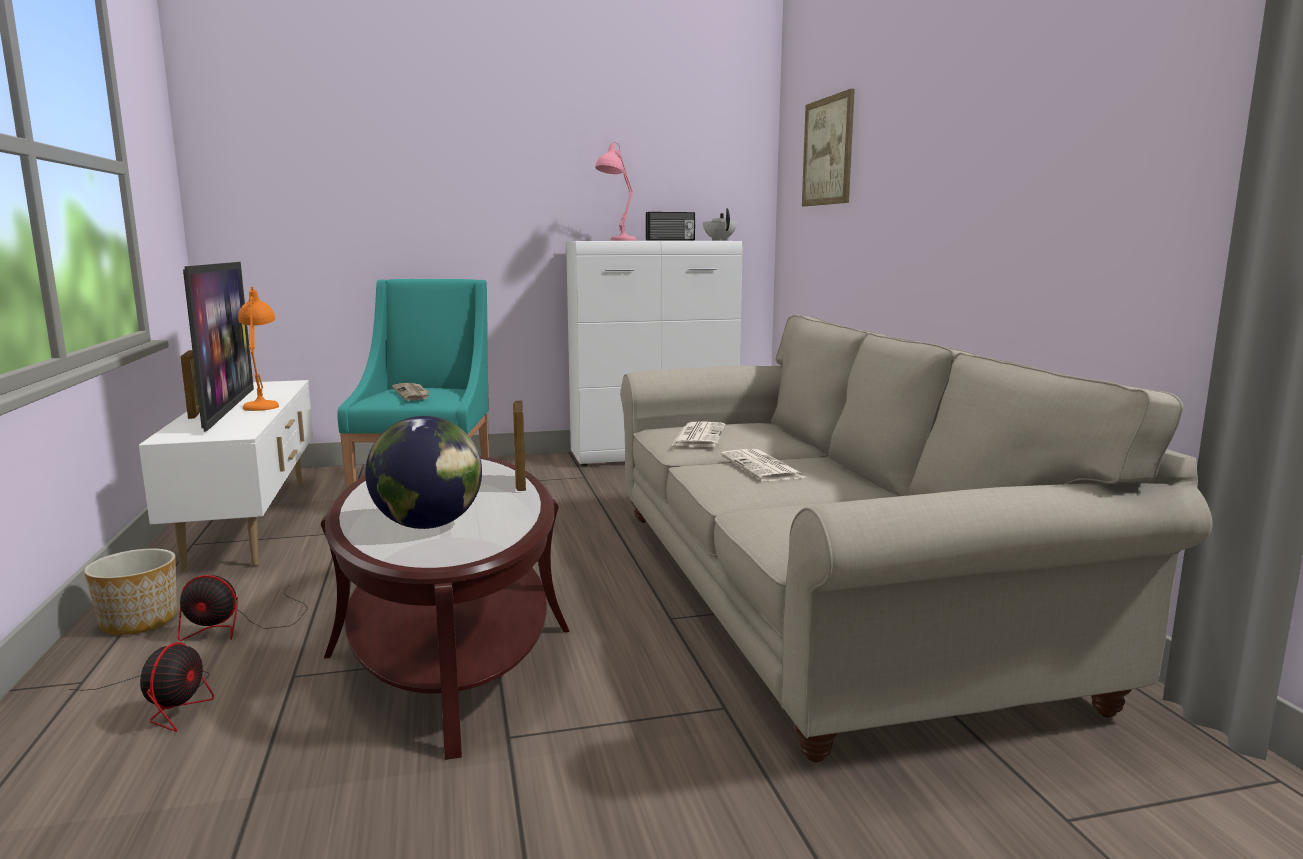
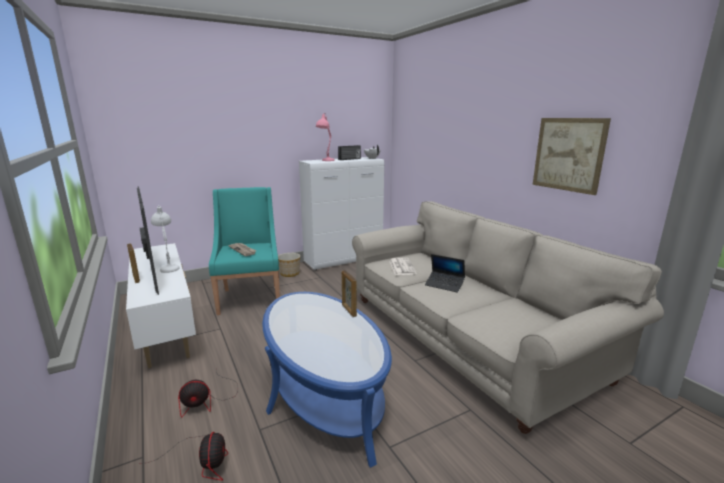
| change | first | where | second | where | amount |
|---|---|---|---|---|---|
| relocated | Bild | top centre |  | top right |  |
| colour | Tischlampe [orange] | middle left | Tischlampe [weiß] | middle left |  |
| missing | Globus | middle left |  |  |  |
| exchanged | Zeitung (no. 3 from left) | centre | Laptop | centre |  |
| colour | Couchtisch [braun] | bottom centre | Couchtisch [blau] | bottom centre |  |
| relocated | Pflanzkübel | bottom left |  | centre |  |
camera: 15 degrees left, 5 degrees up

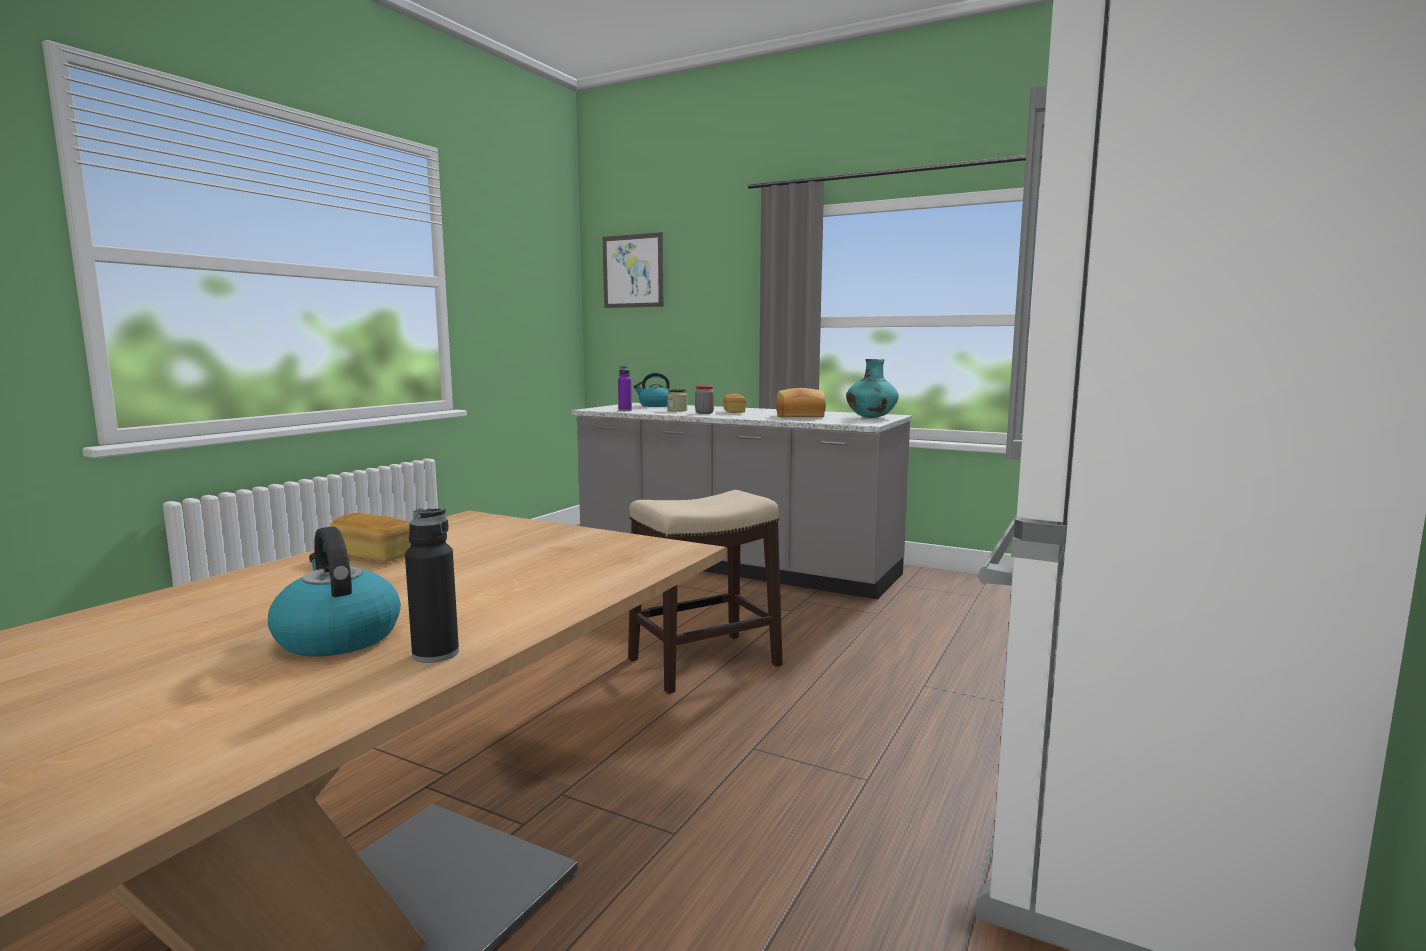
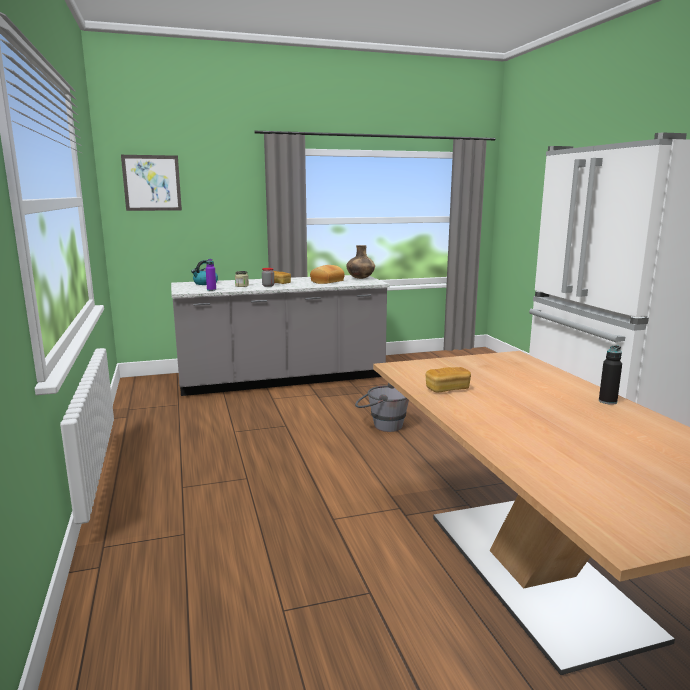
| change | first | where | second | where | amount |
|---|---|---|---|---|---|
| colour | Vase [türkis] | centre | Vase [braun] | centre |  |
| exchanged | Hocker | centre | Eimer [grau] | centre |  |
| missing | Wasserkessel (no. 1 from left) | middle left |  |  |  |
camera: 45 degrees left, 5 degrees up

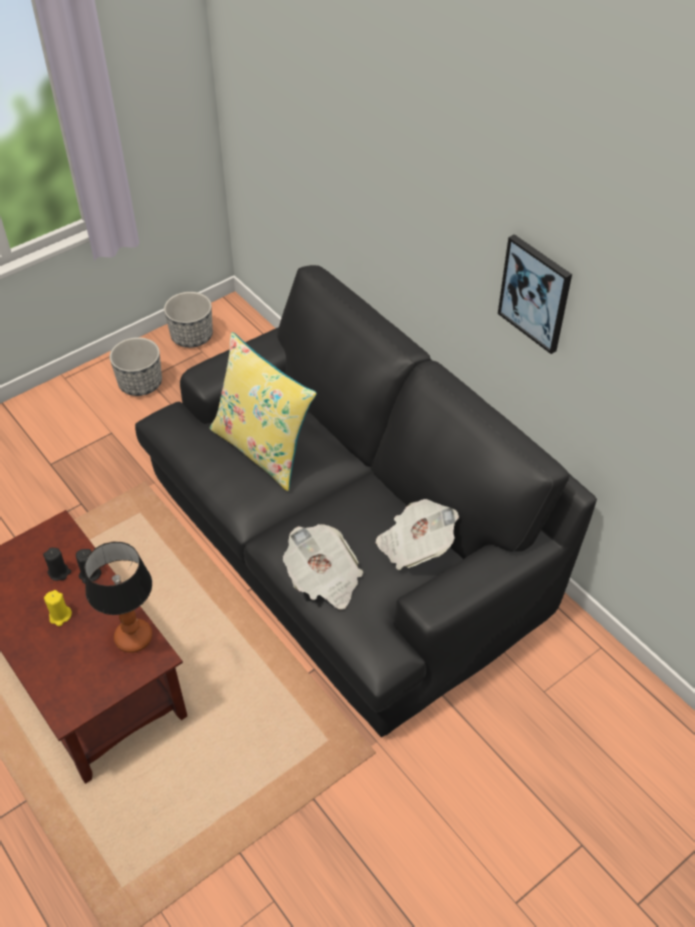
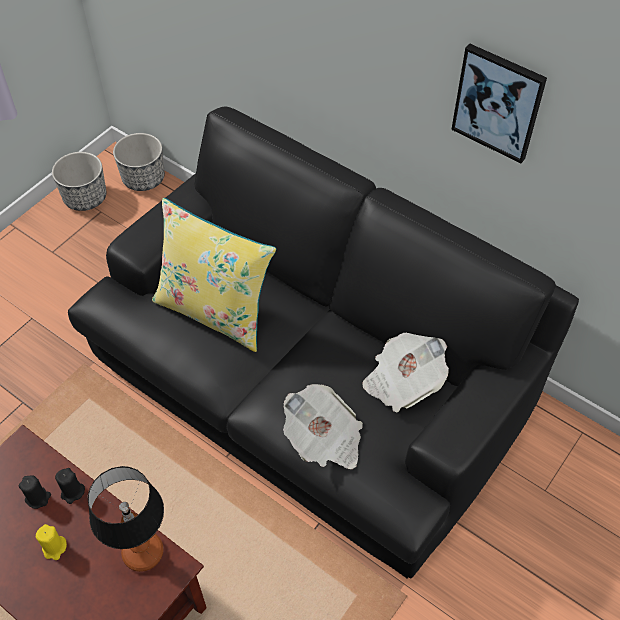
| change | first | where | second | where | amount |
|---|---|---|---|---|---|
| relocated | Pflanzkübel (no. 1 from left in the first image) | middle left | Pflanzkübel (no. 2 from left) | top left |  |
camera: 15 degrees left, 5 degrees up

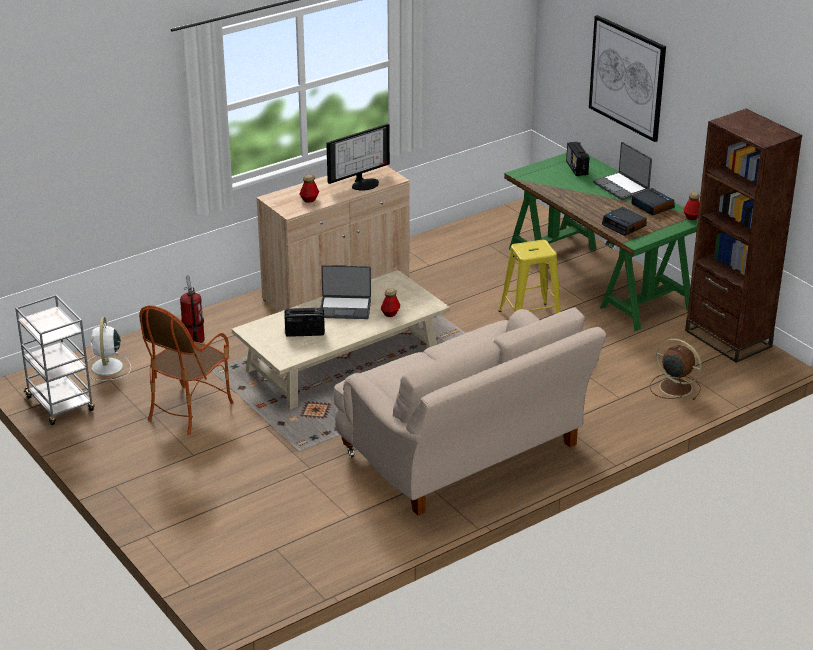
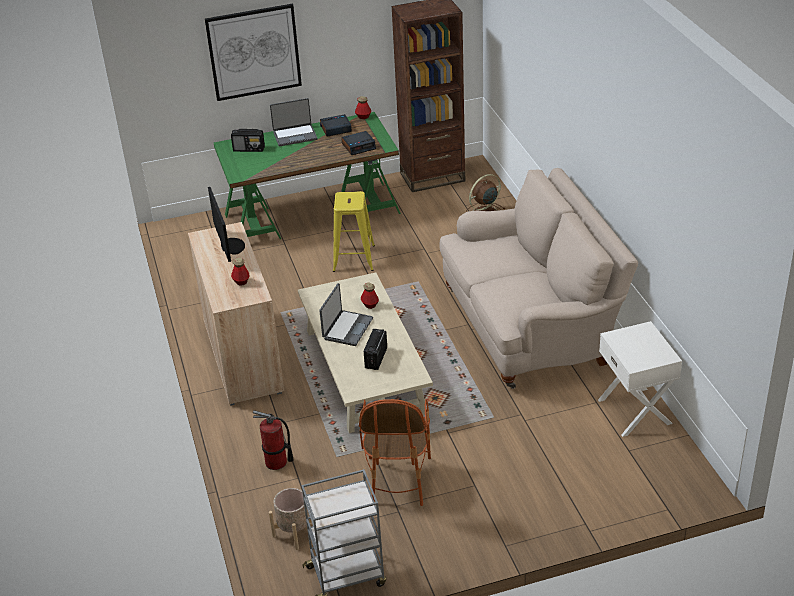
| change | first | where | second | where | amount |
|---|---|---|---|---|---|
| spun | Sessel | middle left |  | bottom centre | 45 degrees clockwise |
| exchanged | Ventilator [weiß] | middle left | Pflanzkübel [beige] | bottom centre |  |
| appeared |  |  | Nachttisch [weiß] | middle right |  |
camera: 70 degrees left, 5 degrees up

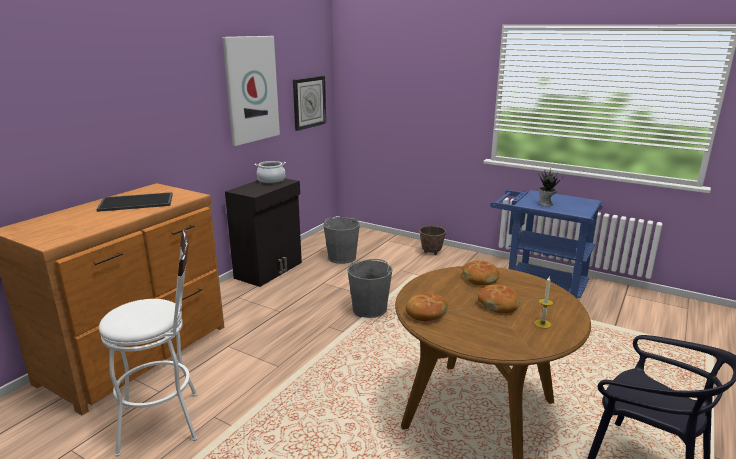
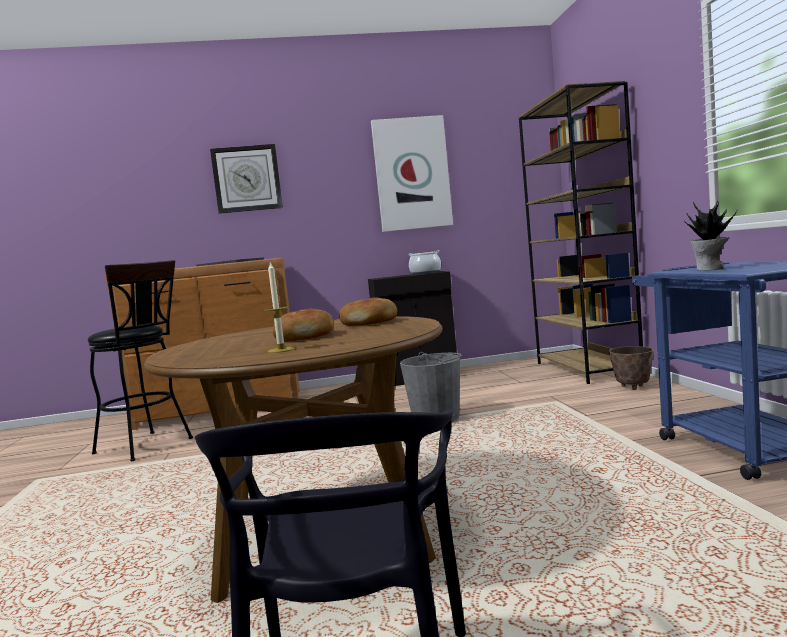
| change | first | where | second | where | amount |
|---|---|---|---|---|---|
| relocated | Wanduhr | top centre |  | top left |  |
| missing | Eimer [grau] (no. 1 from left) | centre |  |  |  |
| colour | Hocker [weiß] | bottom left | Hocker [schwarz] | middle left |  |
| missing | Brot (no. 1 from left) | bottom centre |  |  |  |
| appeared |  |  | Bücherregal [braun] | middle right |  |
camera: 50 degrees right, 15 degrees down

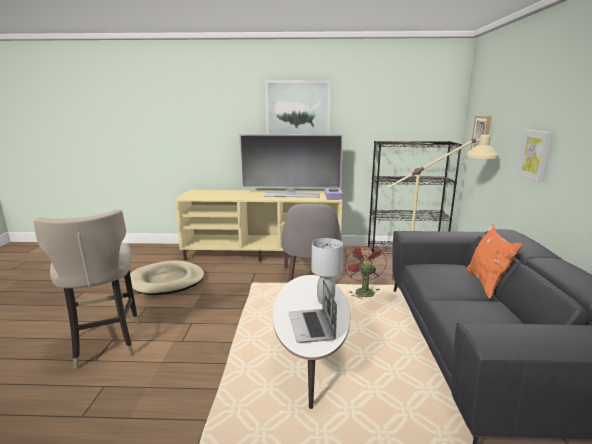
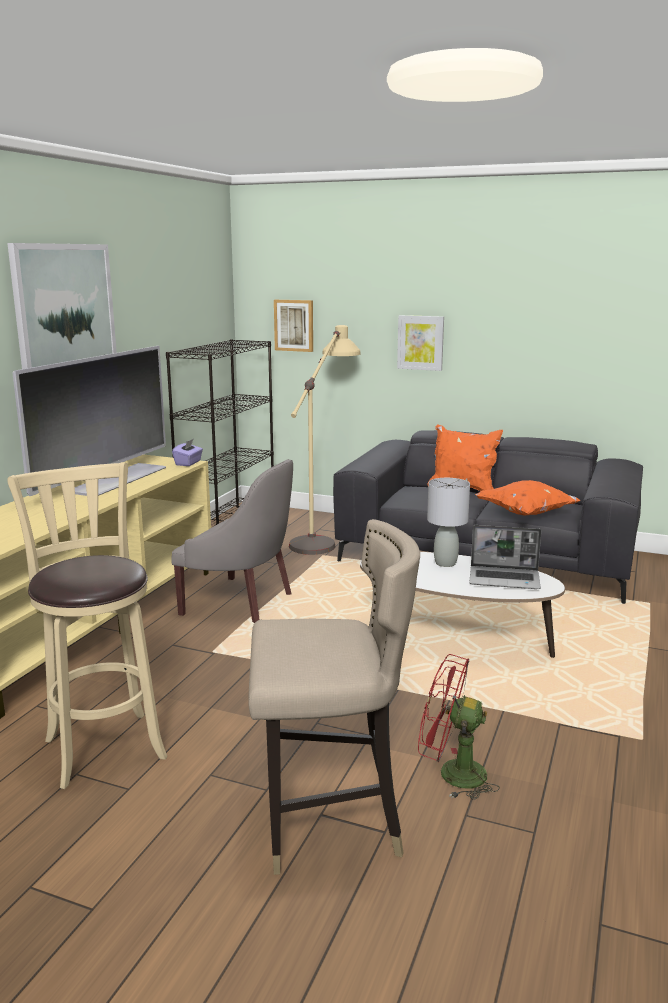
| change | first | where | second | where | amount |
|---|---|---|---|---|---|
| relocated | Ventilator [rot] | centre |  | bottom right |  |
| exchanged | Hundebett [beige] | middle left | Hocker [beige] (no. 1 from left) | middle left |  |
| appeared |  |  | Kissen [orange] (no. 2 from left) | middle right |  |
camera: 70 degrees left, 0 degrees up

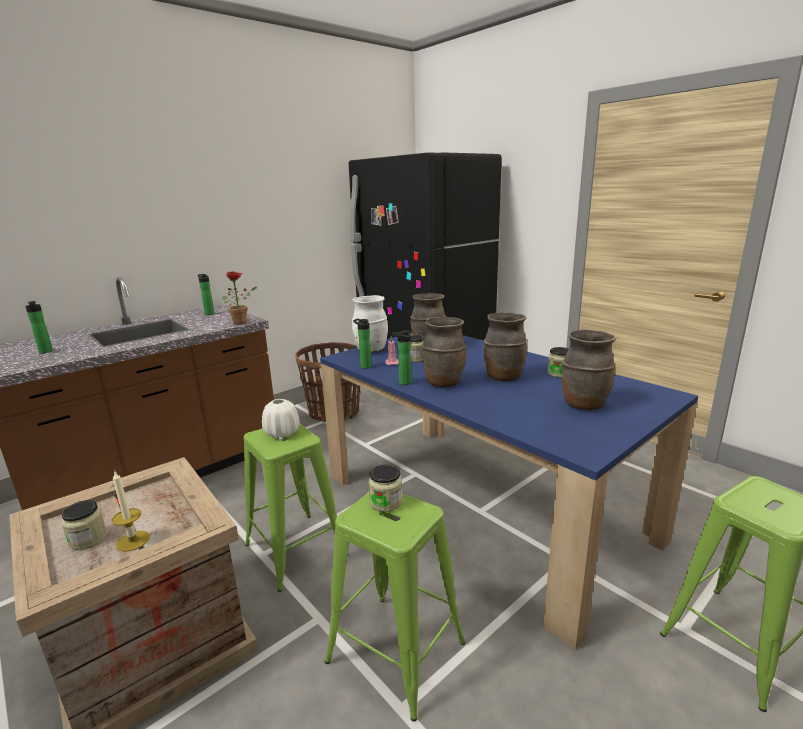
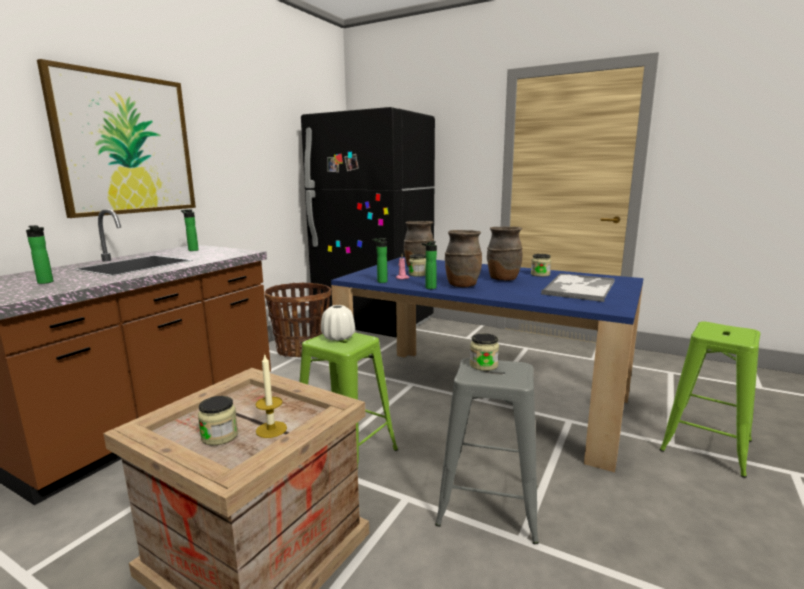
| change | first | where | second | where | amount |
|---|---|---|---|---|---|
| missing | Topfpflanze | middle left |  |  |  |
| missing | Vase [weiß] (no. 2 from left) | centre |  |  |  |
| exchanged | Vase [braun] (no. 4 from left) | middle right | Tablett | middle right |  |
| colour | Hocker [grün] (no. 2 from left) | bottom centre | Hocker [grau] | bottom centre |  |
| appeared |  |  | Bild | top left |  |
camera: 20 degrees left, 5 degrees down

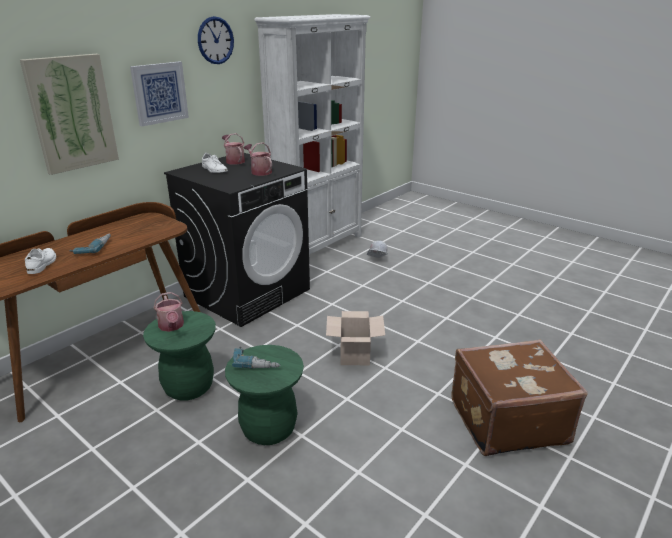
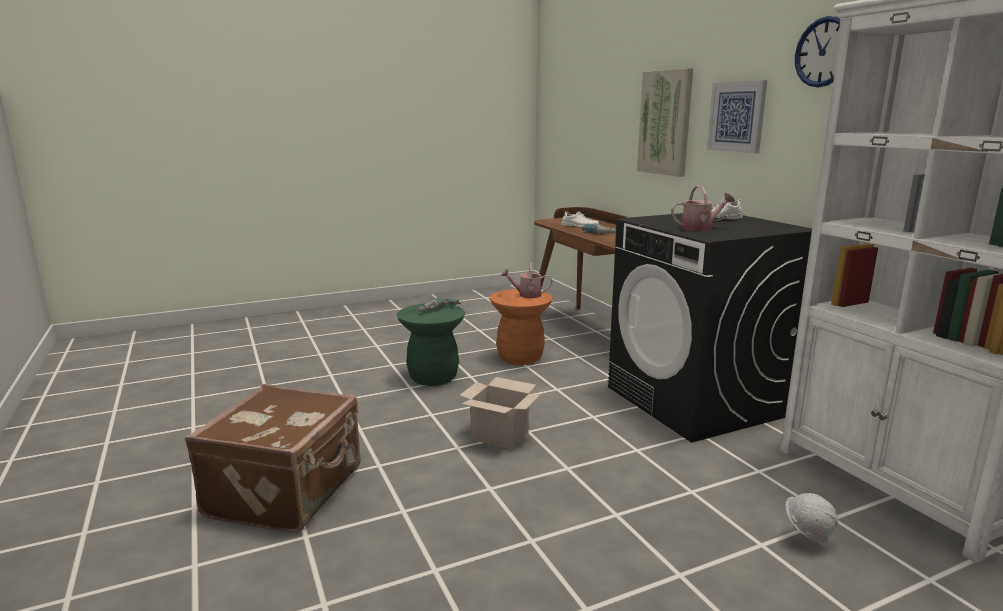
| change | first | where | second | where | amount |
|---|---|---|---|---|---|
| missing | Gießkanne (no. 2 from left) | top centre |  |  |  |
| colour | Hocker [grün] (no. 1 from left) | middle left | Hocker [orange] | centre |  |
camera: 115 degrees right, 10 degrees down

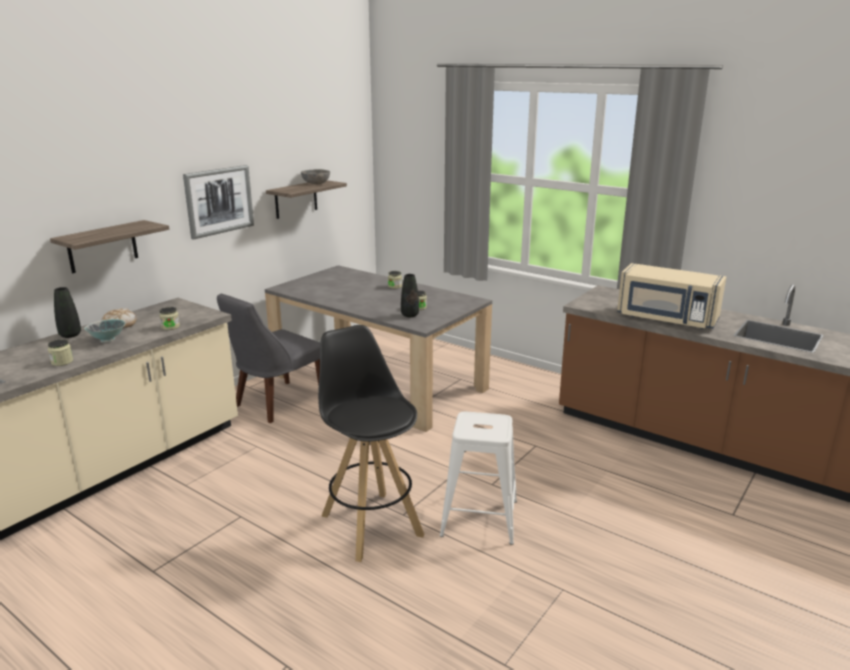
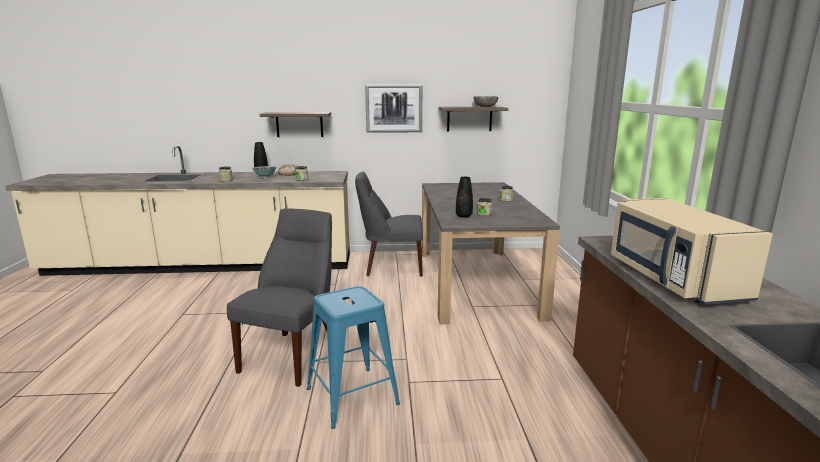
| change | first | where | second | where | amount |
|---|---|---|---|---|---|
| exchanged | Hocker [schwarz] | centre | Stuhl [grau] (no. 1 from left) | centre |  |
| colour | Hocker [weiß] | bottom centre | Hocker [blau] | bottom centre |  |
camera: 50 degrees right, 5 degrees down

